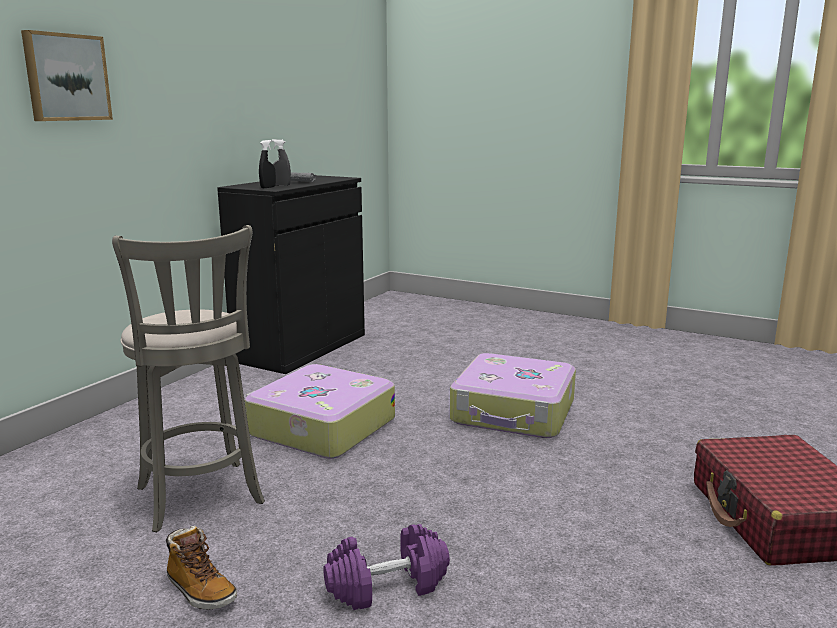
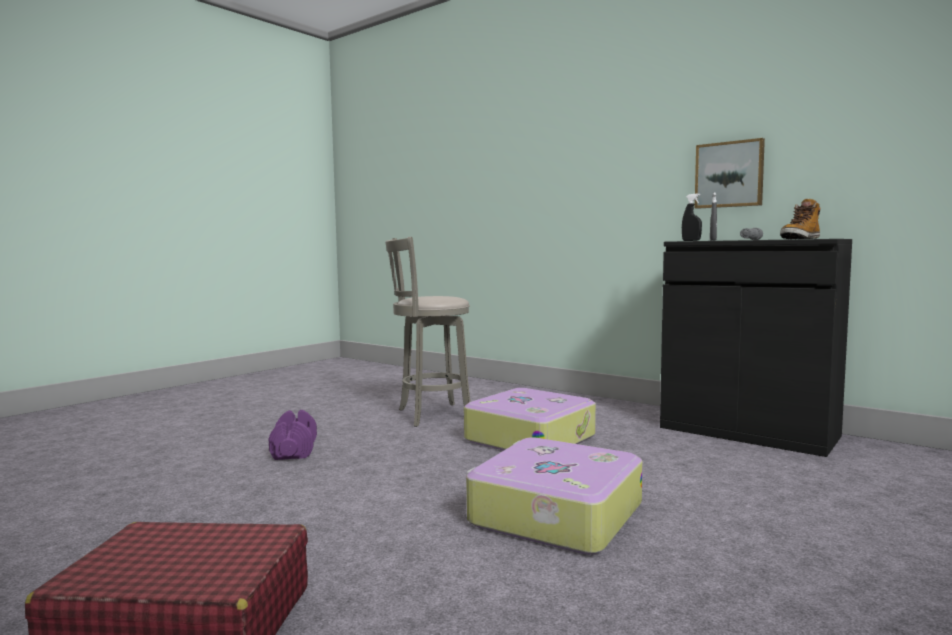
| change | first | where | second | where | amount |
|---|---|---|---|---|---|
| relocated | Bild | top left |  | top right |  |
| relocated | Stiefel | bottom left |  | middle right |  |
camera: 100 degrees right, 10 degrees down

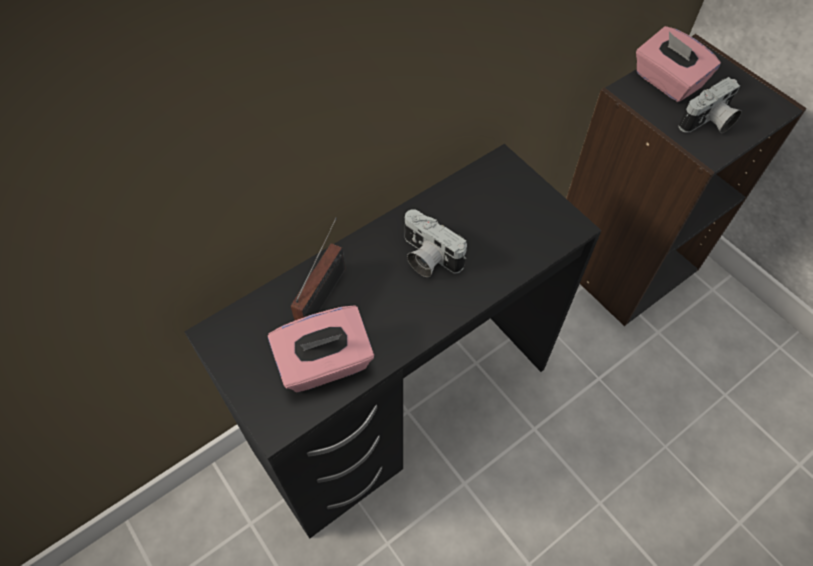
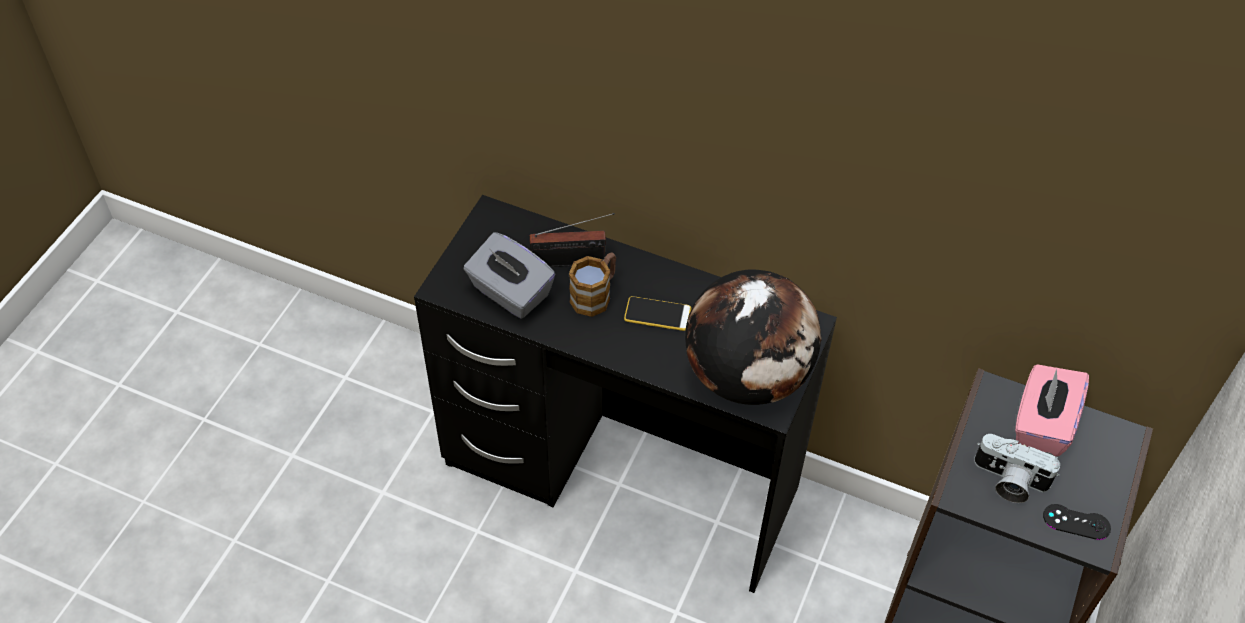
| change | first | where | second | where | amount |
|---|---|---|---|---|---|
| exchanged | Kamera (no. 1 from left) | centre | Handy | centre |  |
| colour | Taschentuchbox [rosa] (no. 1 from left) | centre | Taschentuchbox [grau] | centre |  |
| appeared |  |  | Henkelbecher | centre |  |
| appeared |  |  | Globus | centre |  |
| appeared |  |  | Gamepad [schwarz] | bottom right |  |
camera: 60 degrees right, 5 degrees down

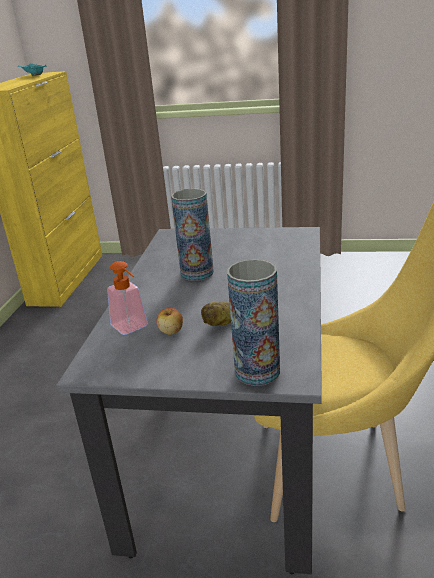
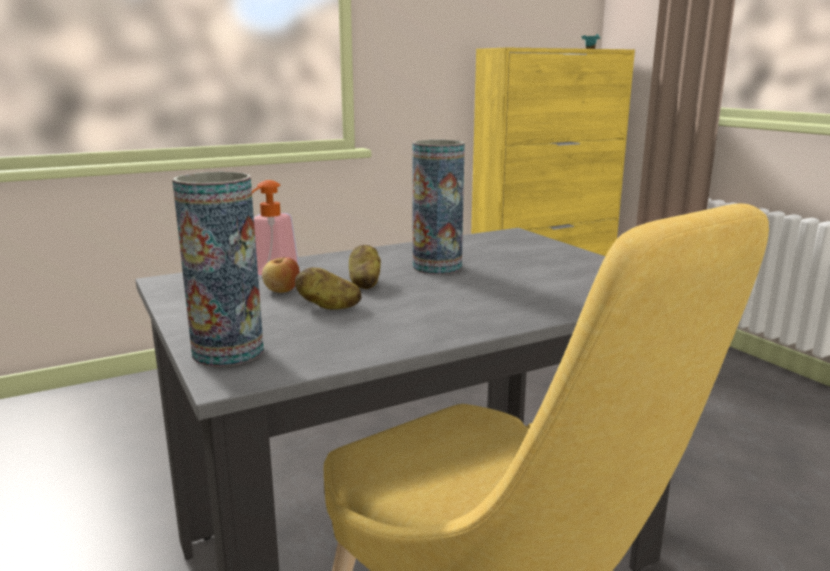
| change | first | where | second | where | amount |
|---|---|---|---|---|---|
| appeared |  |  | Kartoffel (no. 2 from left) | centre |  |
camera: 50 degrees right, 10 degrees down

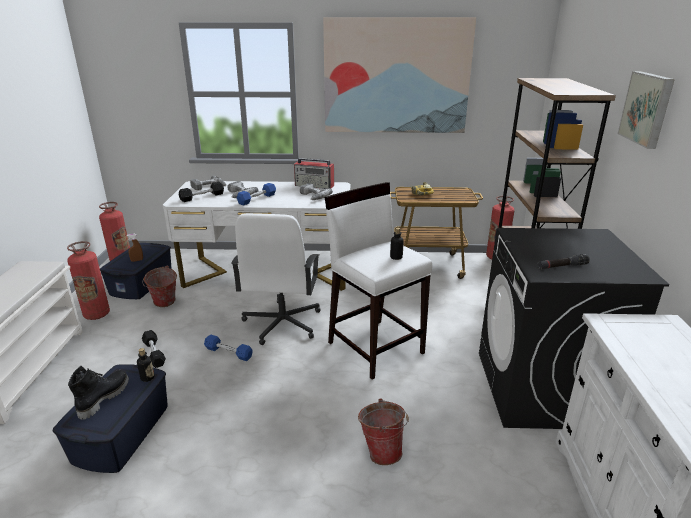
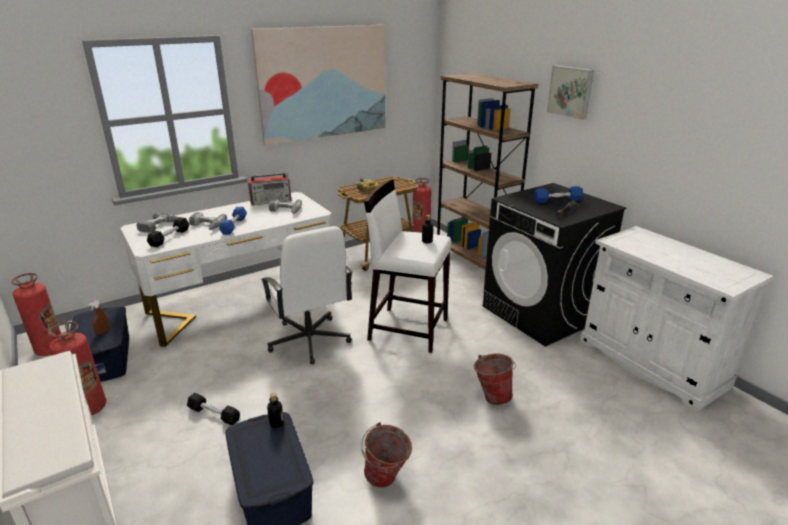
| change | first | where | second | where | amount |
|---|---|---|---|---|---|
| relocated | Eimer (no. 1 from left) | middle left |  | bottom centre |  |
| relocated | Hantel [blau] (no. 1 from left in the first image) | bottom left | Hantel [blau] (no. 2 from left) | middle right |  |
| missing | Stiefel [schwarz] | bottom left |  |  |  |
camera: 35 degrees left, 0 degrees up

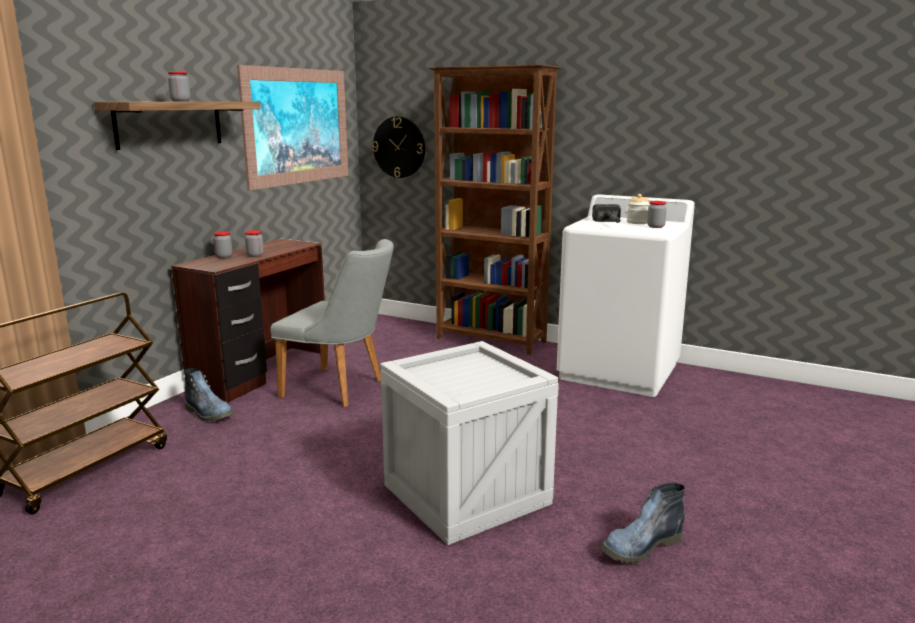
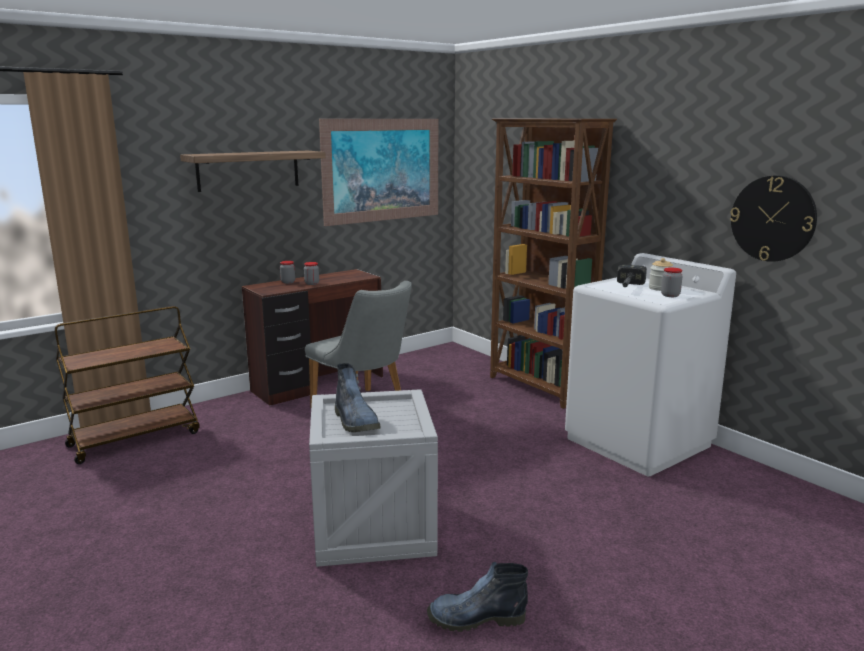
| change | first | where | second | where | amount |
|---|---|---|---|---|---|
| missing | Vorratsglas (no. 1 from left) | top left |  |  |  |
| relocated | Wanduhr | top centre |  | middle right |  |
| relocated | Stiefel (no. 1 from left) | middle left |  | centre |  |
camera: 25 degrees right, 0 degrees up

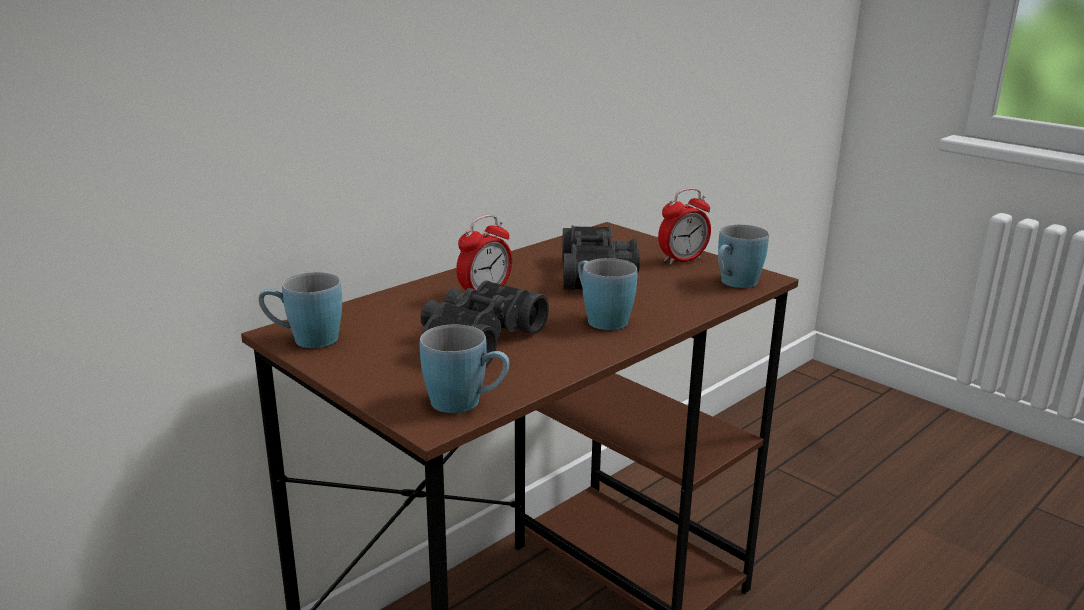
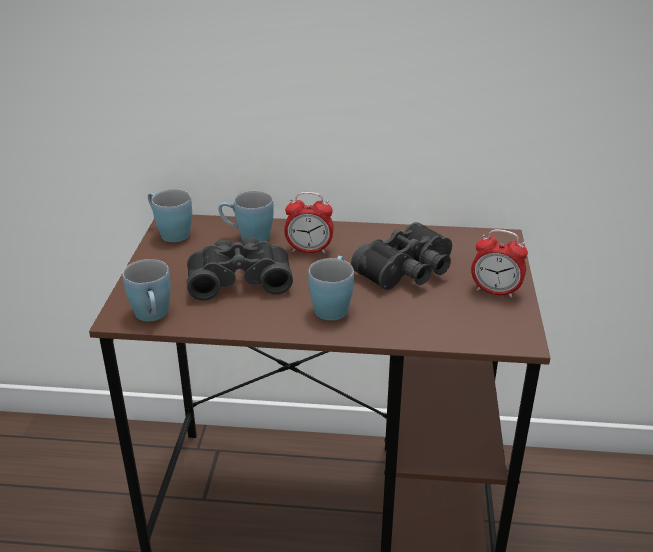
| change | first | where | second | where | amount |
|---|---|---|---|---|---|
| relocated | Henkelbecher [blau] (no. 4 from left in the first image) | middle right | Henkelbecher [blau] (no. 3 from left) | centre |  |
camera: 50 degrees right, 10 degrees up

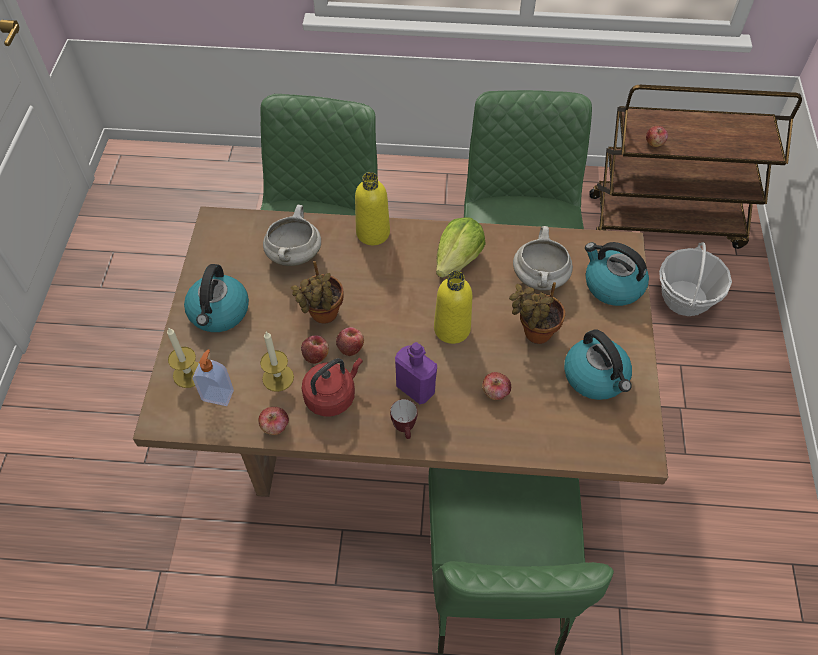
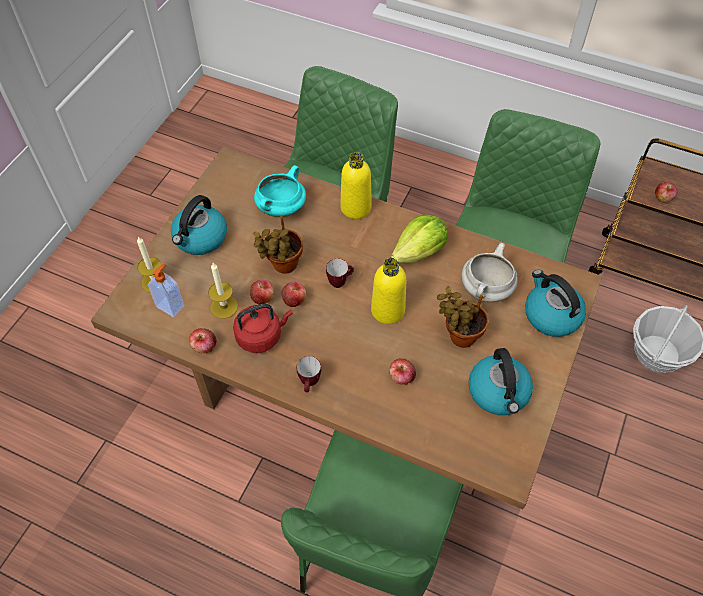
| change | first | where | second | where | amount |
|---|---|---|---|---|---|
| colour | Kochtopf [weiß] (no. 1 from left) | centre | Kochtopf [türkis] | top centre |  |
| missing | Flasche [lila] | centre |  |  |  |
| appeared |  |  | Henkelbecher (no. 2 from left) | centre |  |
camera: 20 degrees right, 0 degrees up

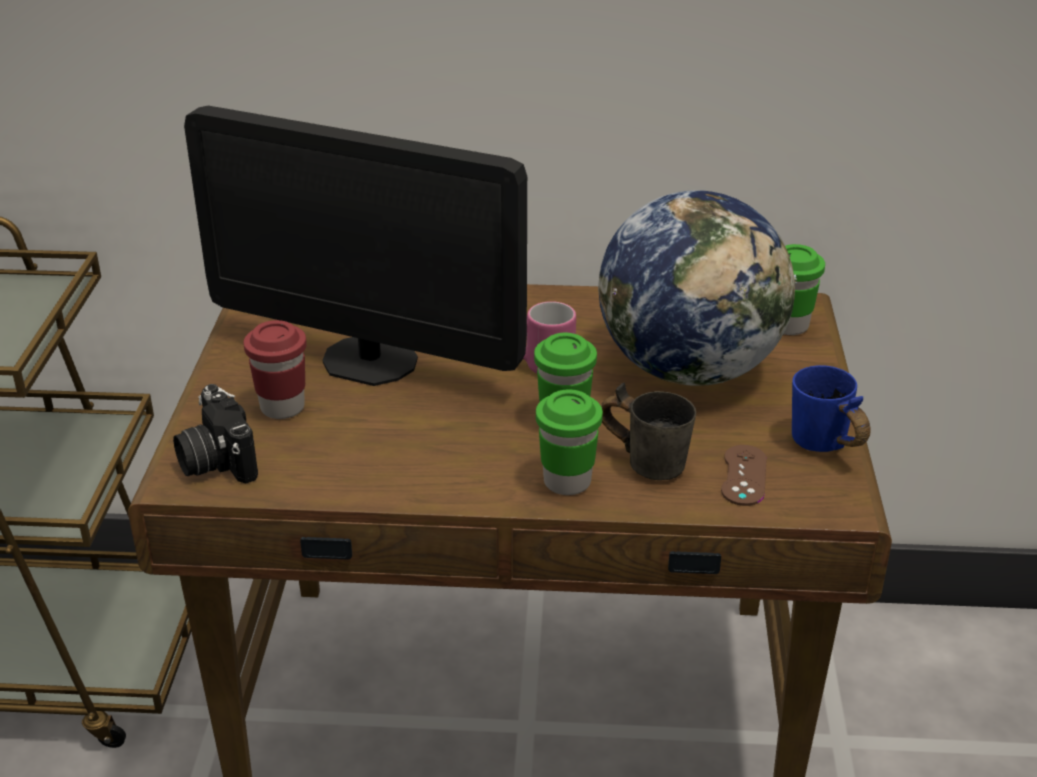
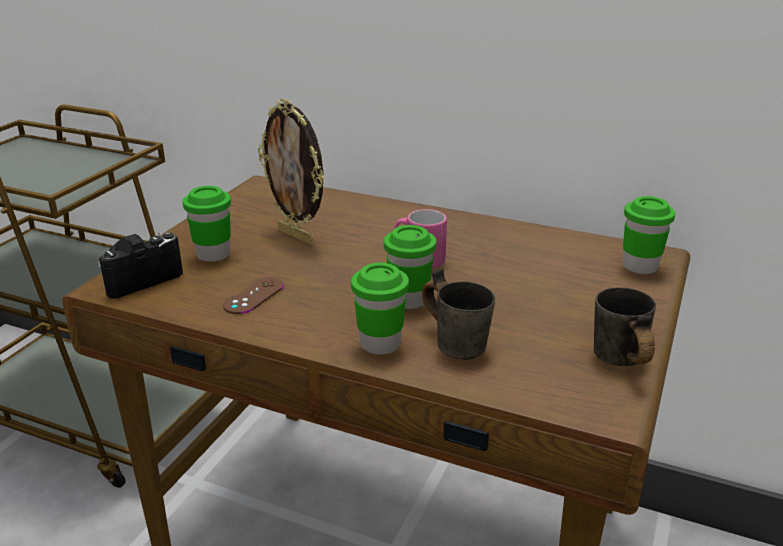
| change | first | where | second | where | amount |
|---|---|---|---|---|---|
| exchanged | Monitor | top centre | Bilderrahmen | top centre |  |
| missing | Globus | middle right |  |  |  |
| colour | Tasse [rot] | middle left | Tasse [grün] (no. 1 from left) | middle left |  |
| colour | Henkelbecher [blau] | middle right | Henkelbecher [grau] (no. 2 from left) | middle right |  |
| spun | Kamera | middle left |  | middle left | 60 degrees clockwise |
| relocated | Gamepad [braun] | middle right |  | middle left |  |
camera: 20 degrees right, 5 degrees down

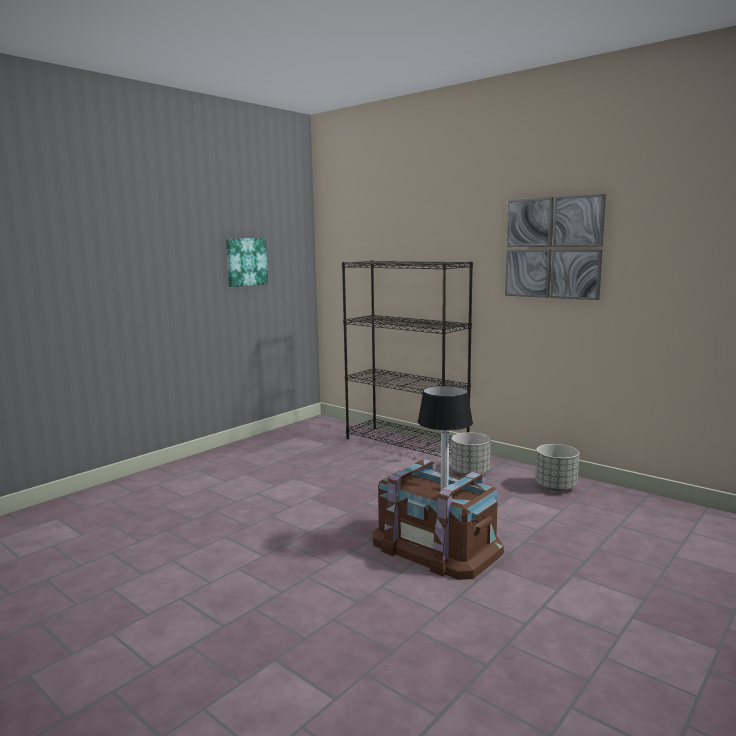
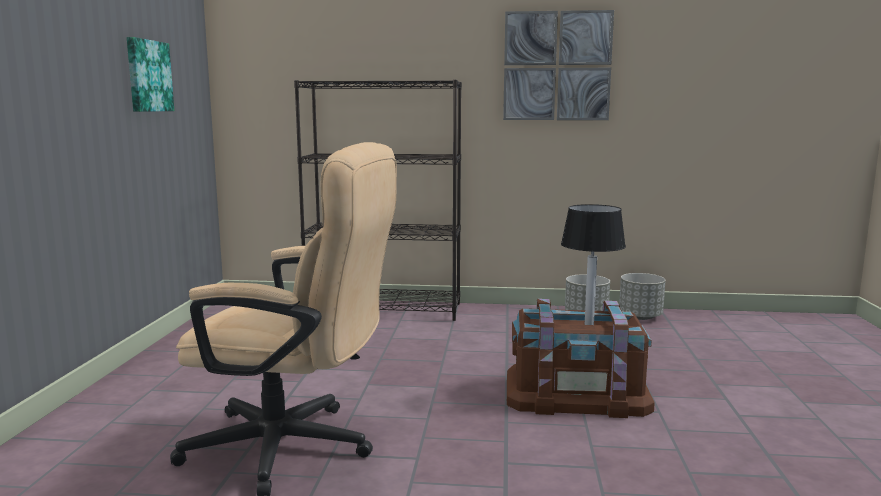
| change | first | where | second | where | amount |
|---|---|---|---|---|---|
| relocated | Pflanzkübel [grau] (no. 1 from left in the first image) | centre | Pflanzkübel [grau] (no. 2 from left) | middle right |  |
| appeared |  |  | Bürostuhl [beige] | middle left |  |
camera: 35 degrees left, 0 degrees up

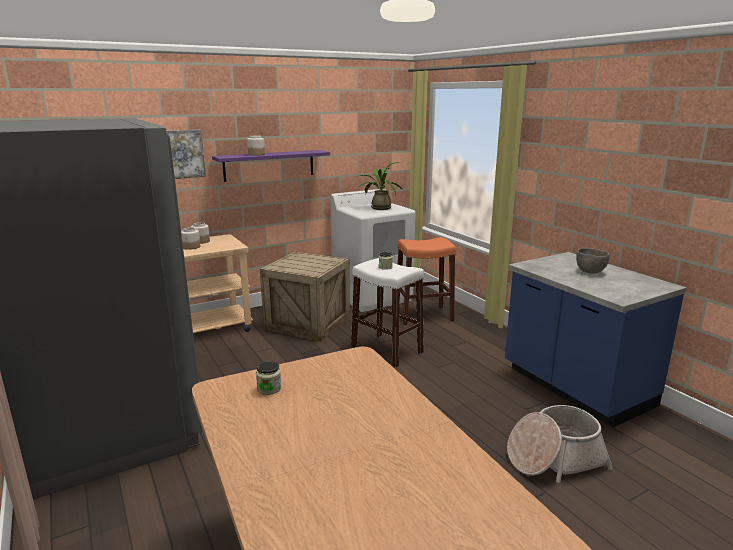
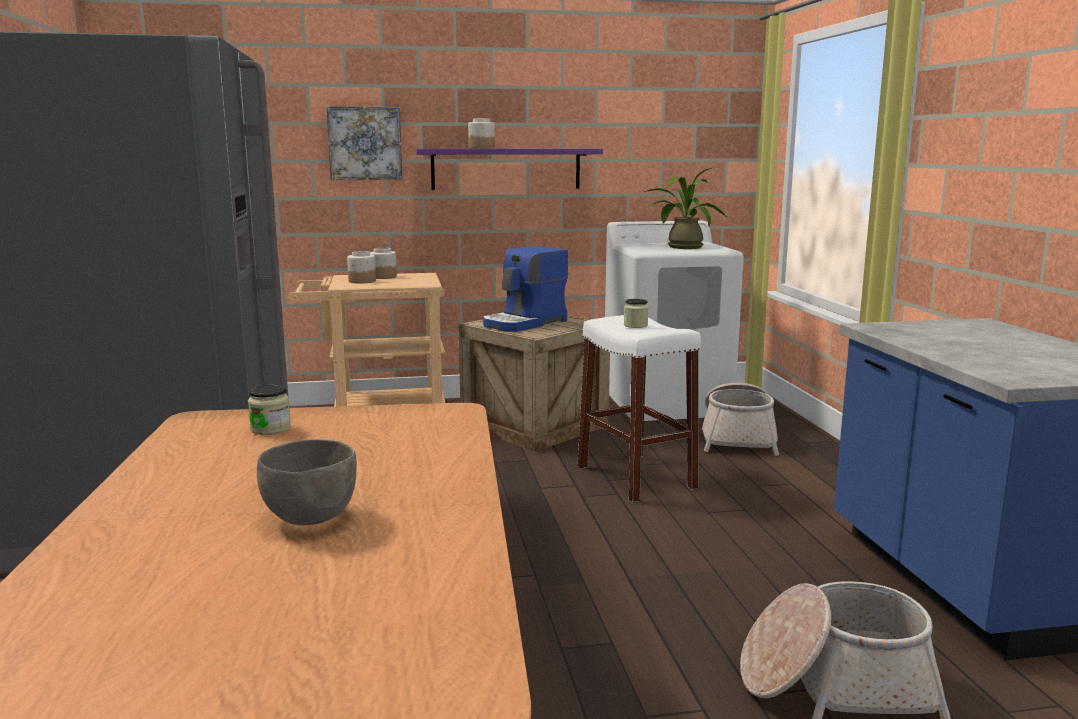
| change | first | where | second | where | amount |
|---|---|---|---|---|---|
| exchanged | Hocker [orange] | centre | Korb (no. 1 from left) | middle right |  |
| relocated | Schüssel [grau] | middle right |  | bottom left |  |
| appeared |  |  | Kaffeemaschine | centre |  |
camera: 20 degrees right, 5 degrees down

